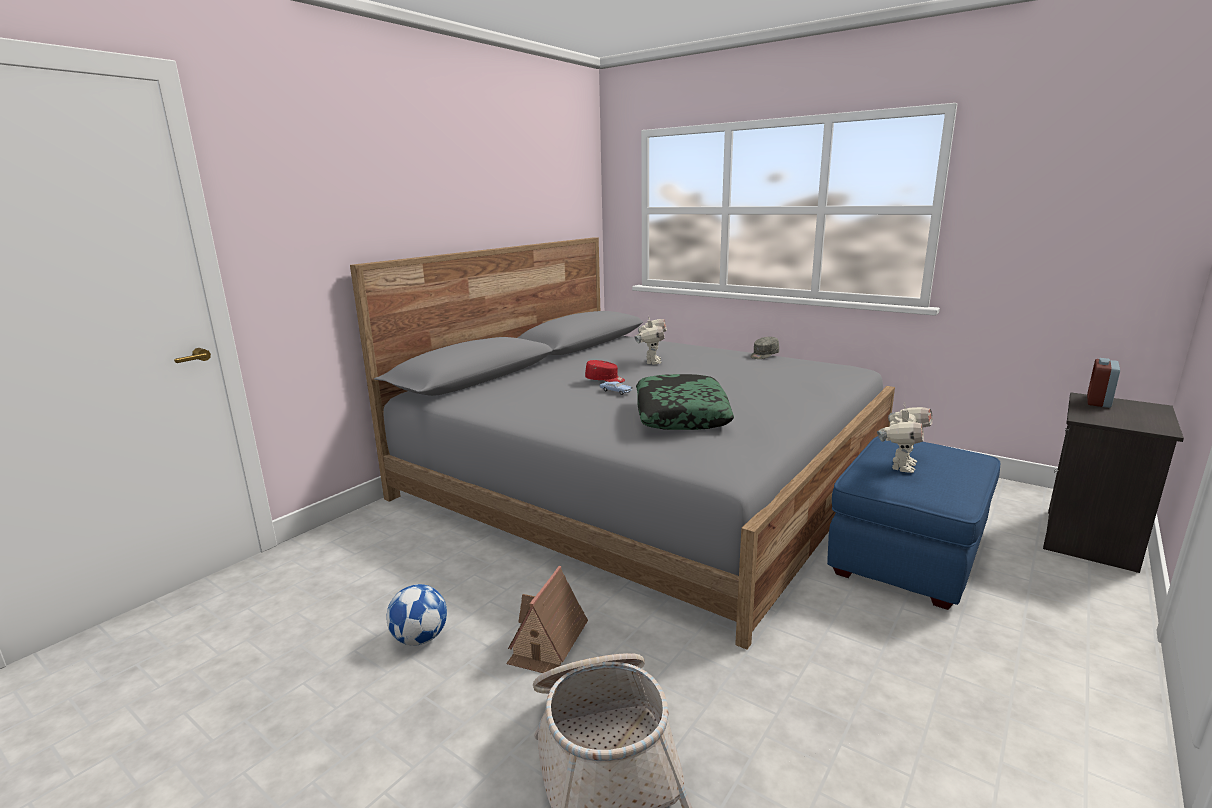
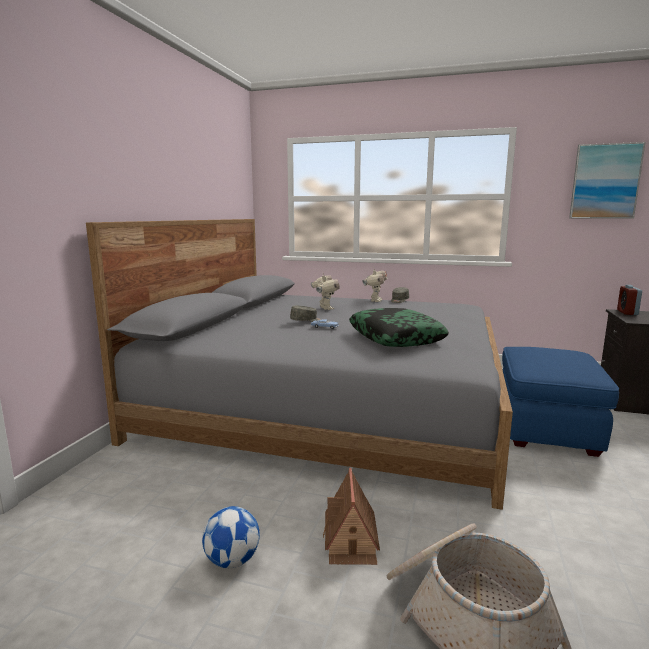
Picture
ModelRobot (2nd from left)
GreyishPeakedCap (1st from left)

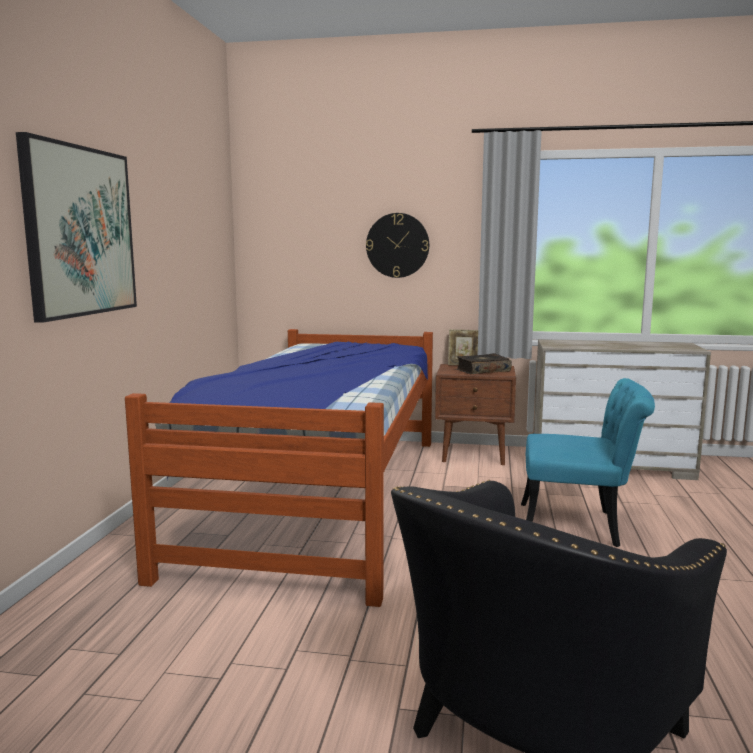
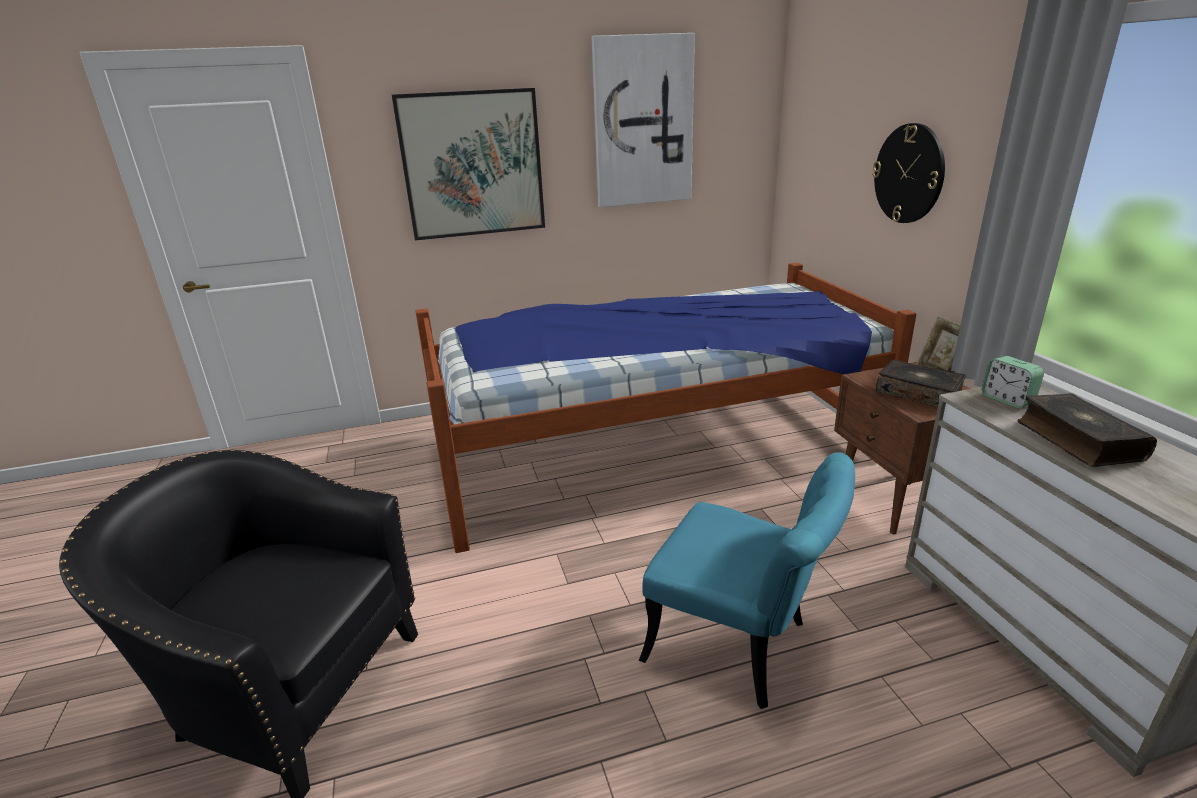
Picture (2nd from left)
AlarmClock
Book (2nd from left)
BlueGreenUprightChair

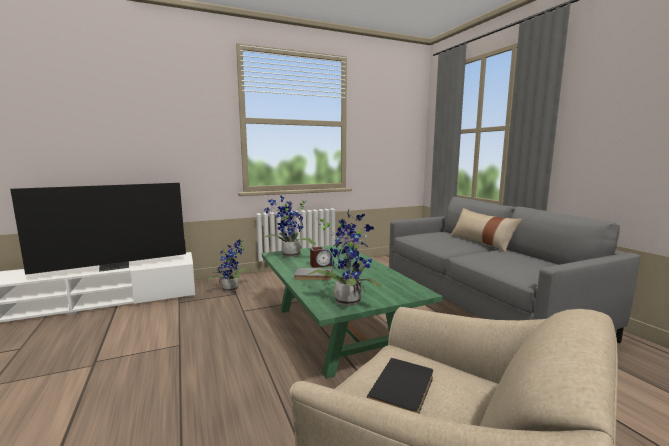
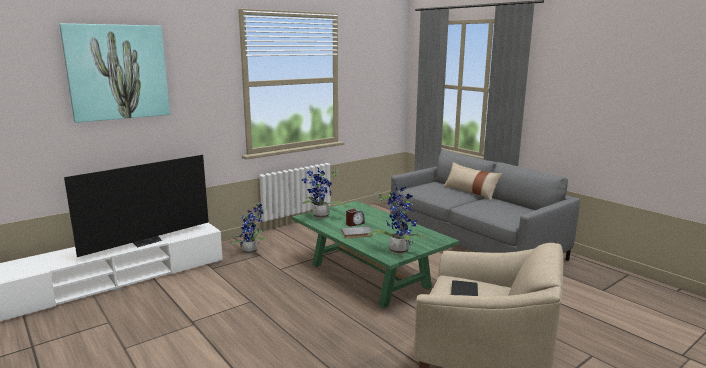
Picture

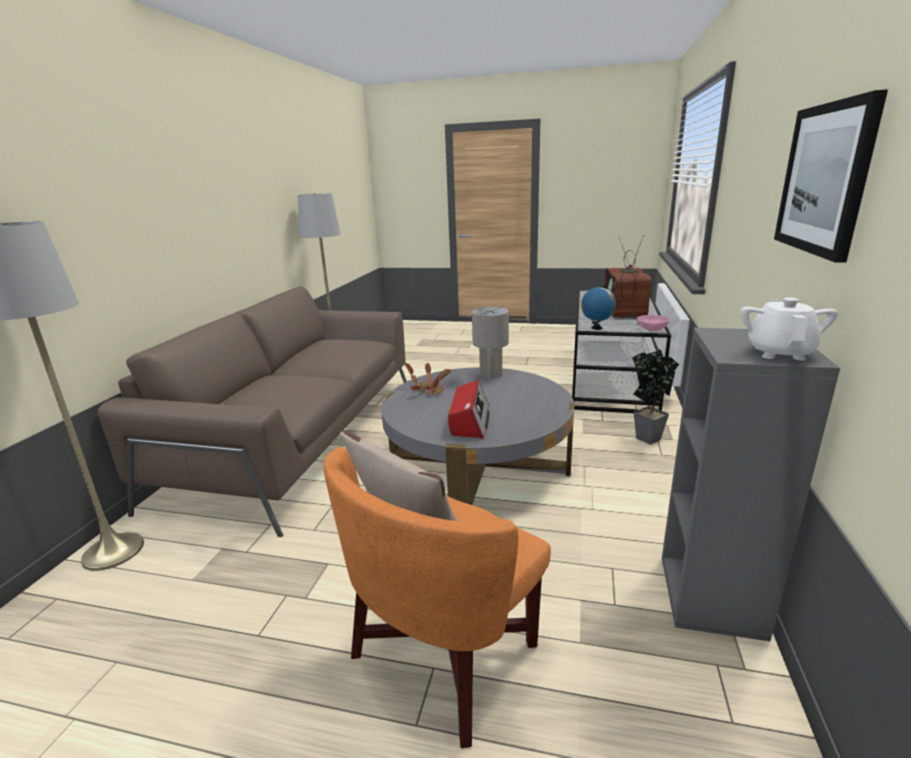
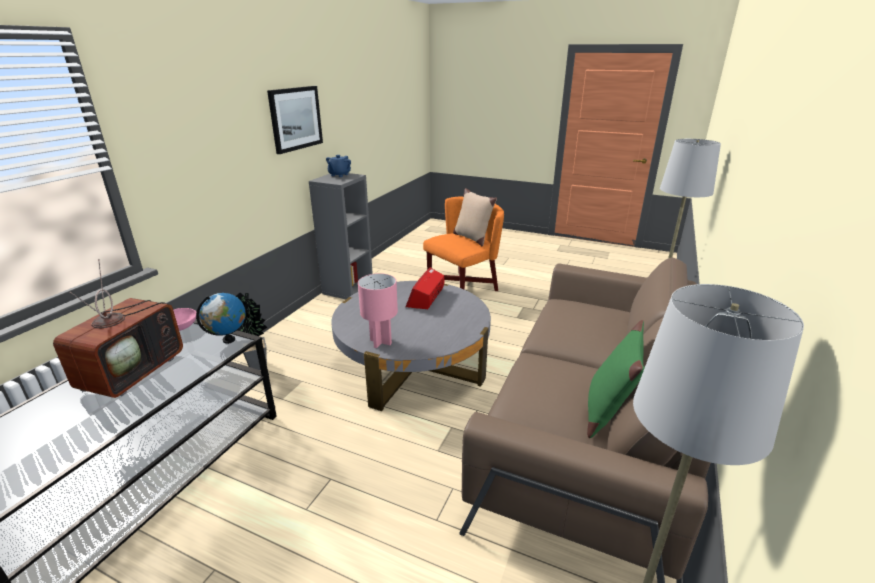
Houseplant (1st from left in the first image)
GreenColouredCushion
PinkishTabletopLamp
BluishTeaPot

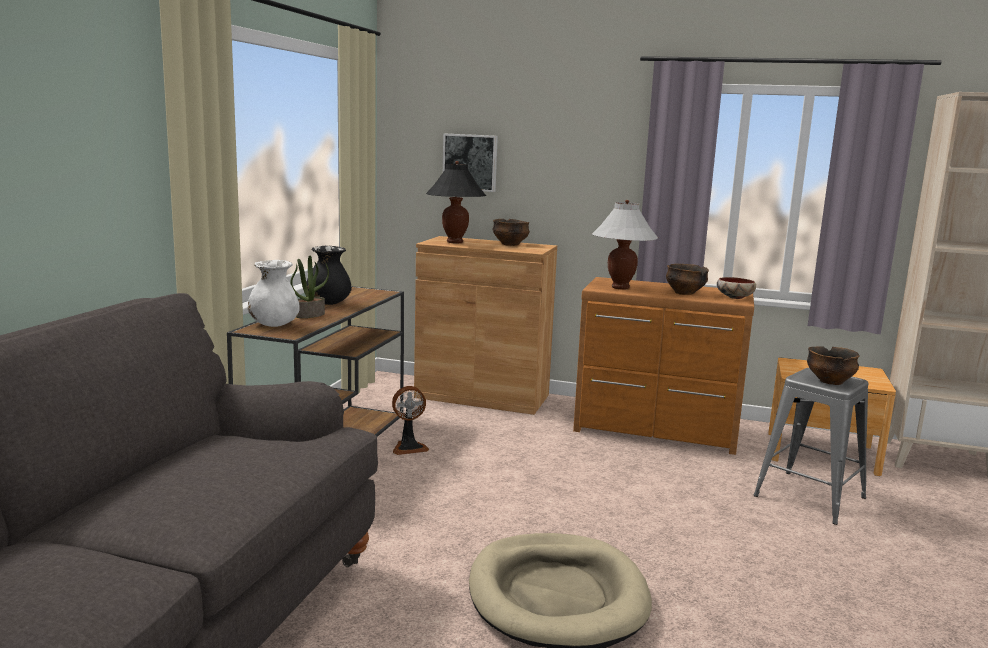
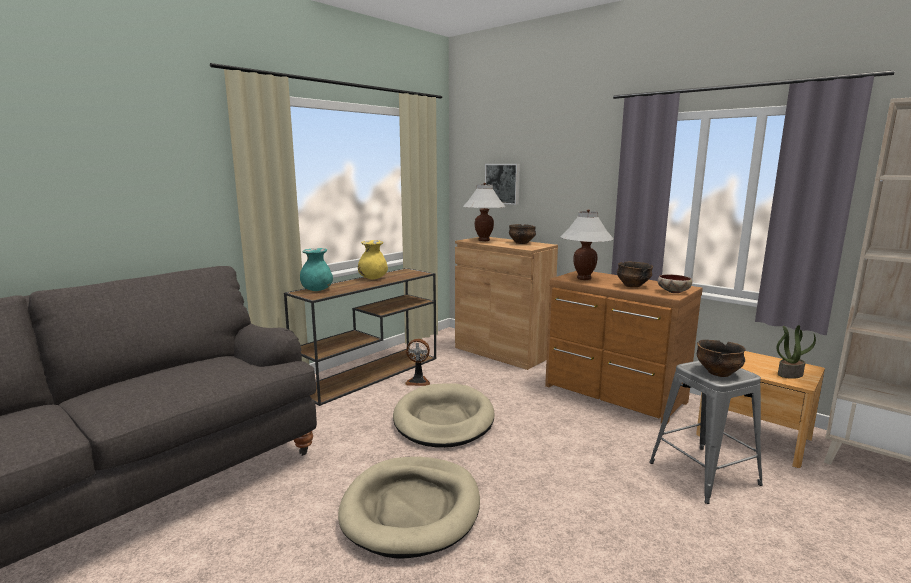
SandColouredDogCushion (2nd from left)
Houseplant
BlueGreenDecorativeVase
YellowColouredDecorativeVase
WhiteColouredTabletopLamp (1st from left)

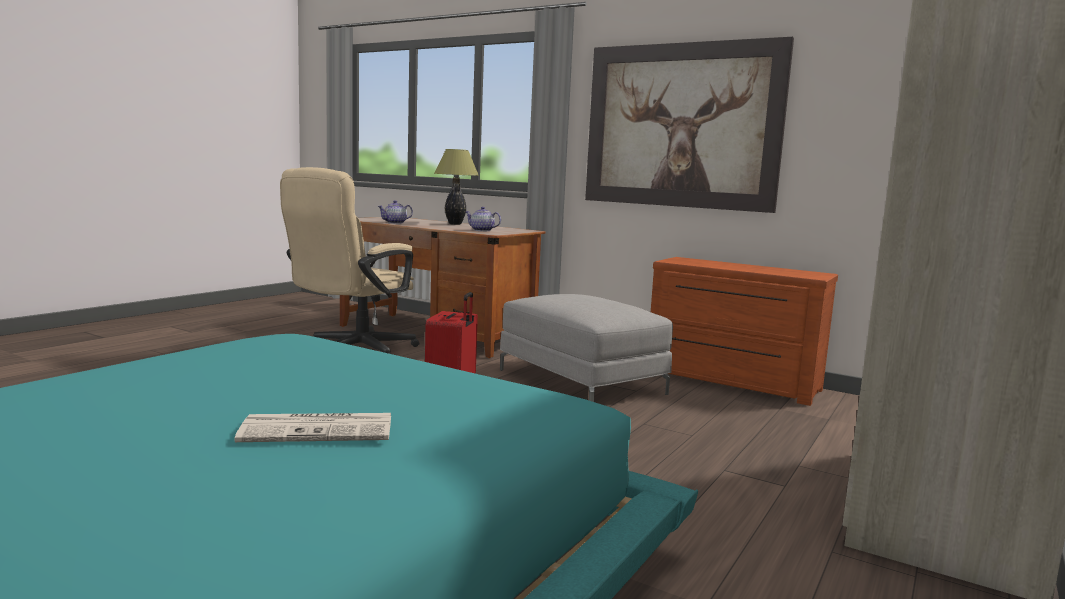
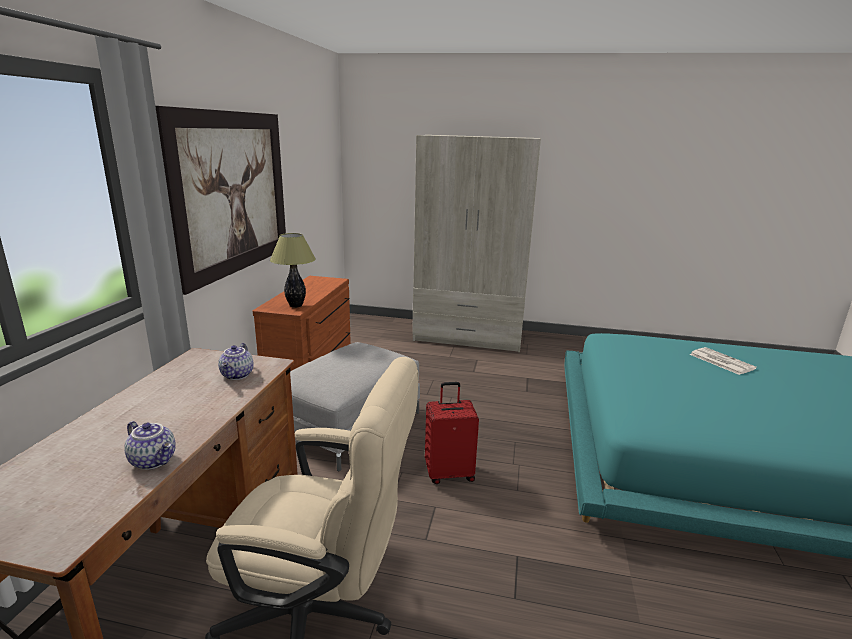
TabletopLamp

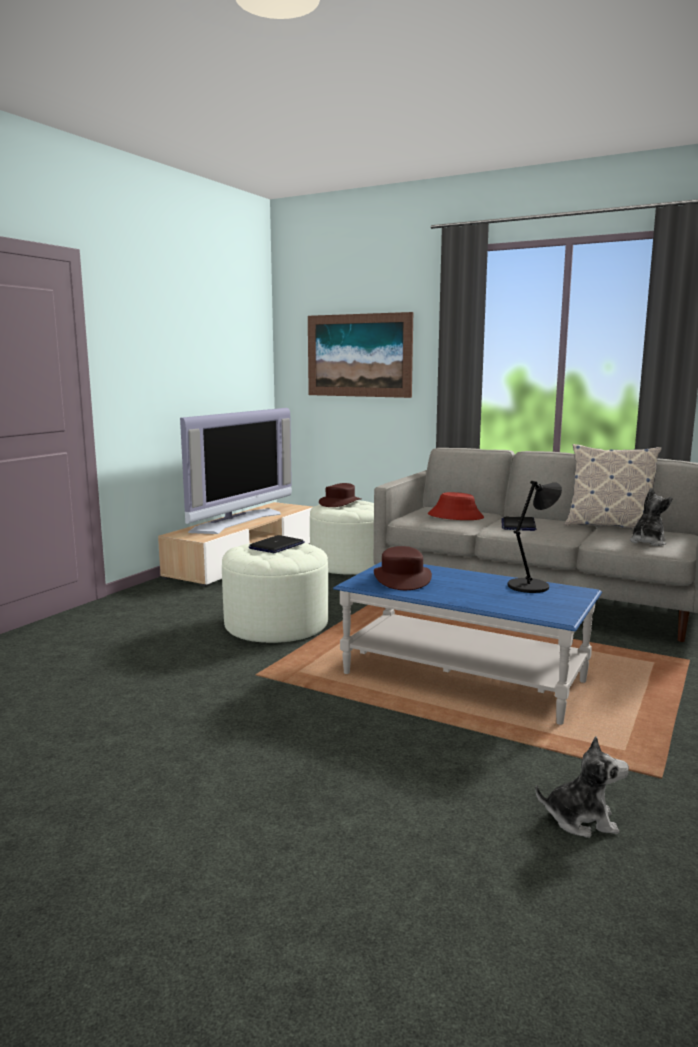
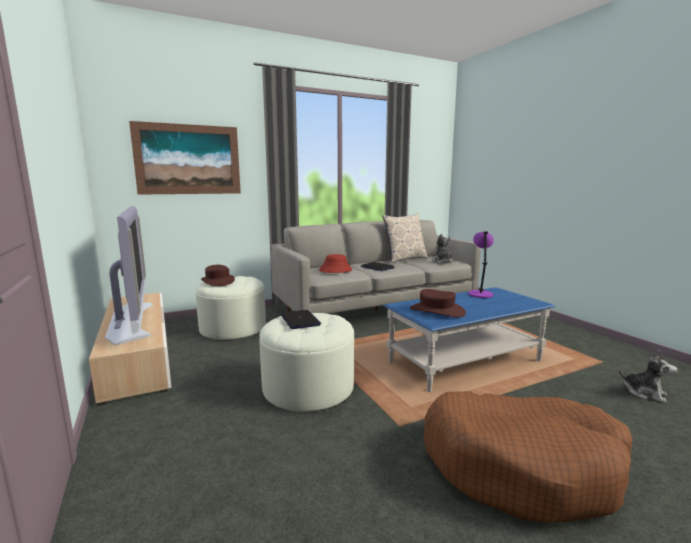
BrownDogCushion
PurpleColouredTabletopLamp
SoftToy (2nd from left)

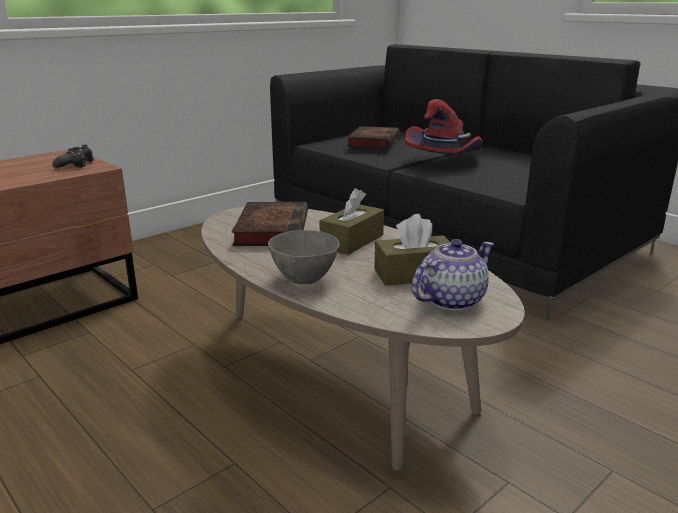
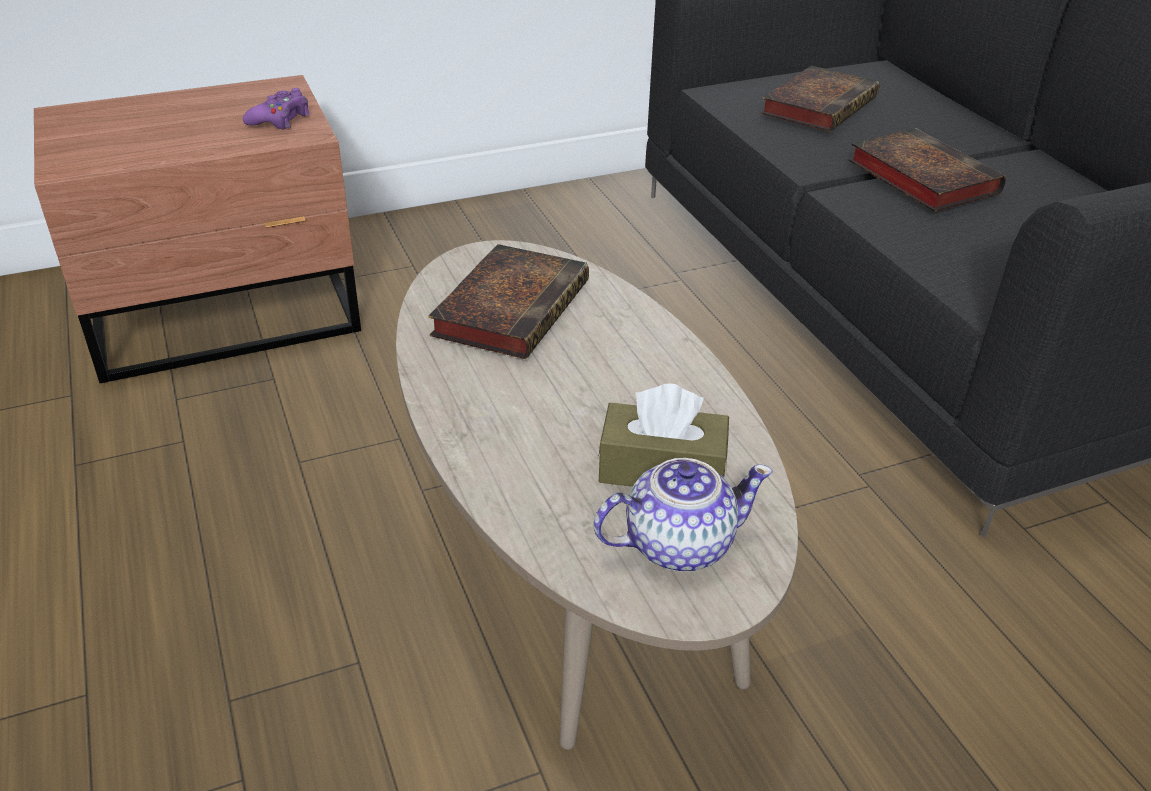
GreyishServingBowl
BrownTissueBox (1st from left in the first image)
Book (3rd from left)
PurpleColouredGamepad

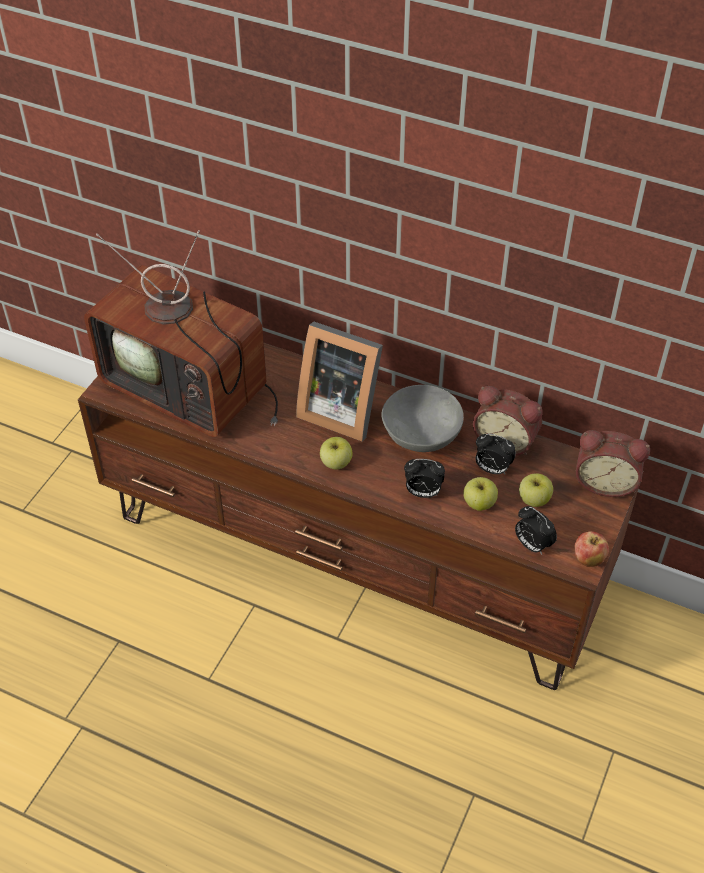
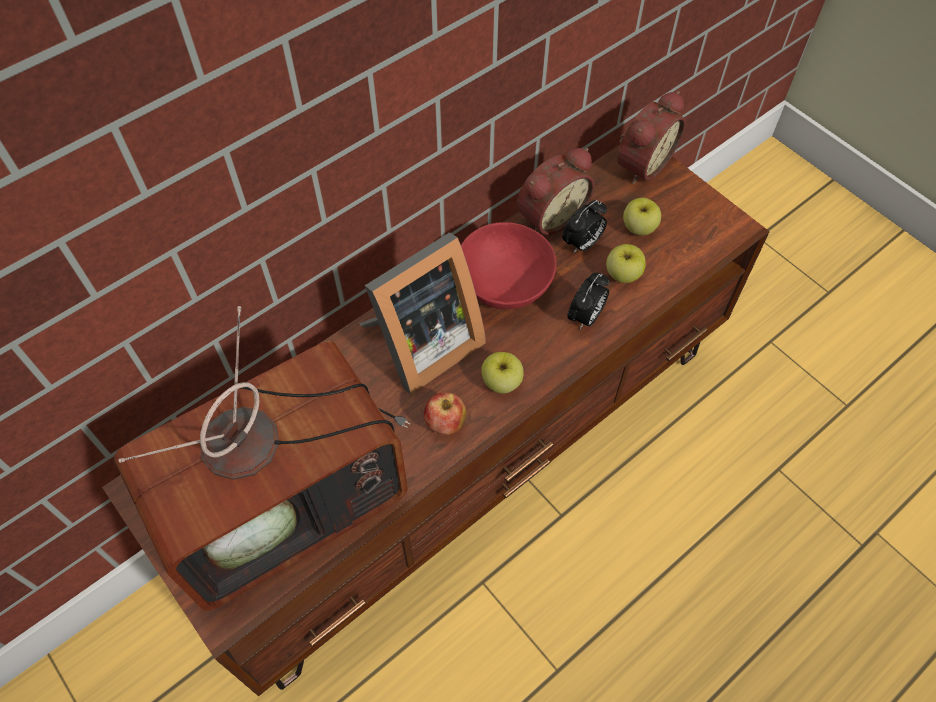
AlarmClock (4th from left in the first image)
AppleFruit (1st from left)
RedServingBowl

